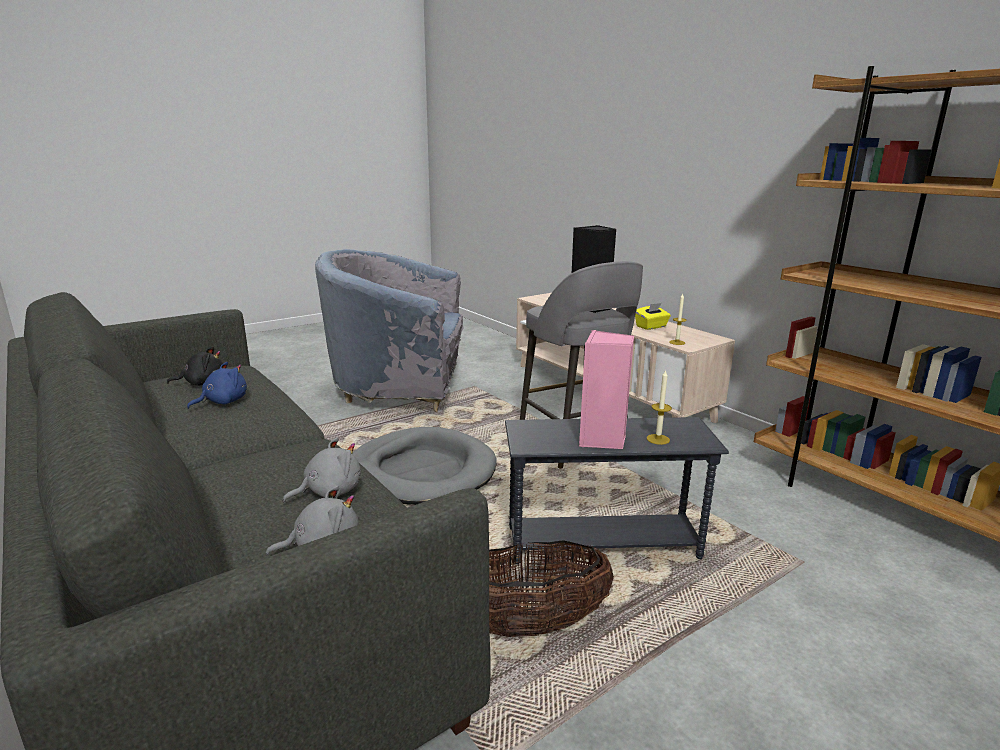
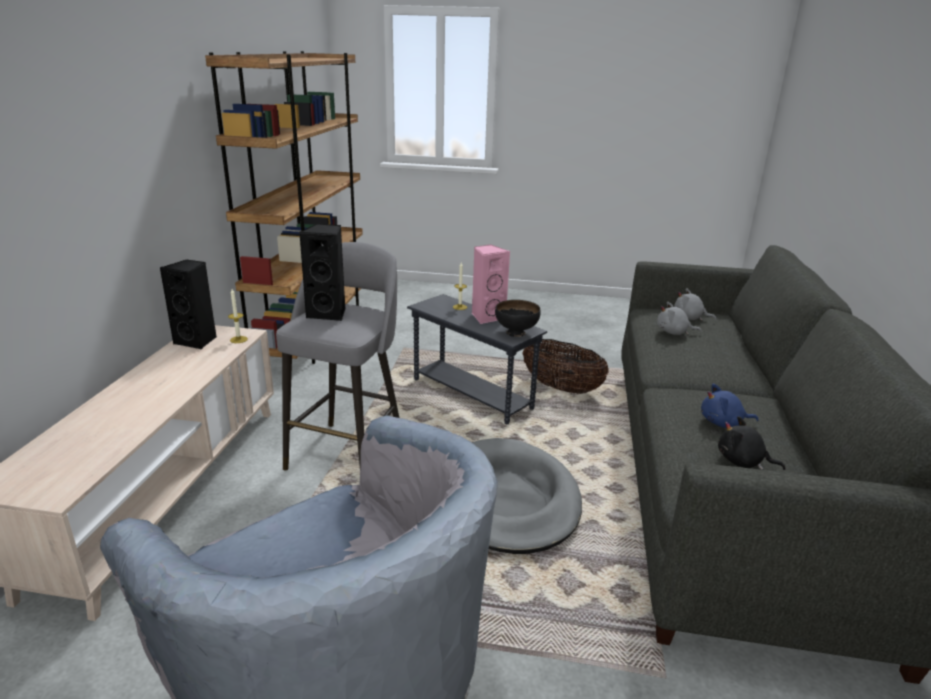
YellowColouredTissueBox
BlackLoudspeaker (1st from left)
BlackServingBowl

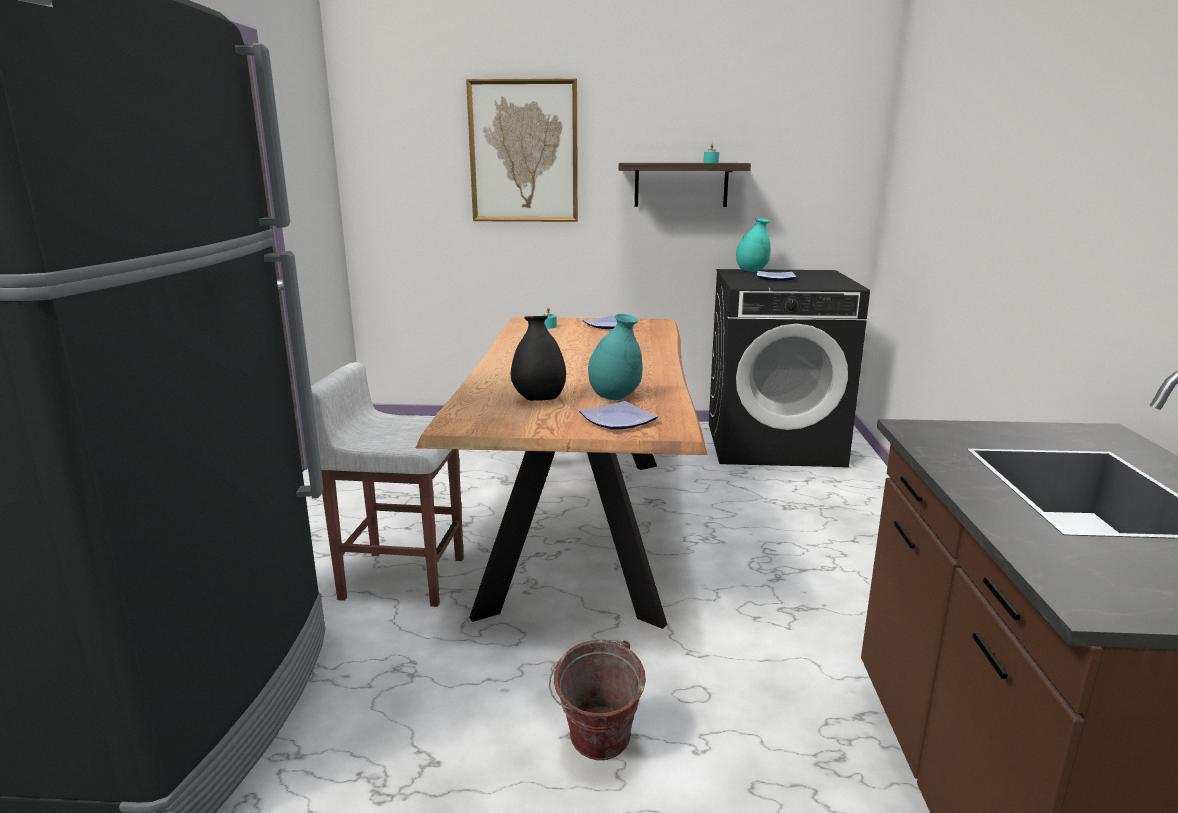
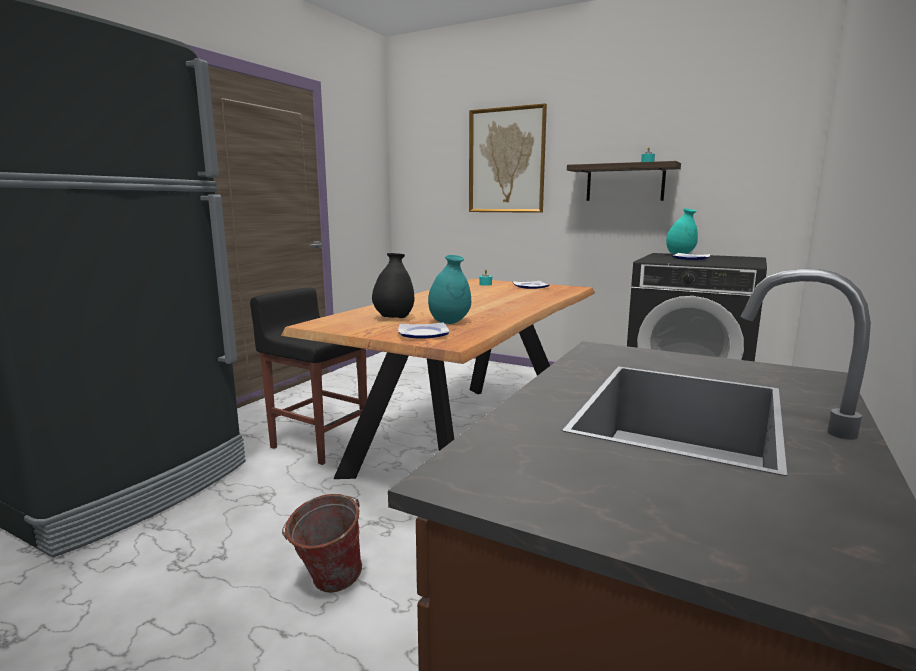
BlackStool

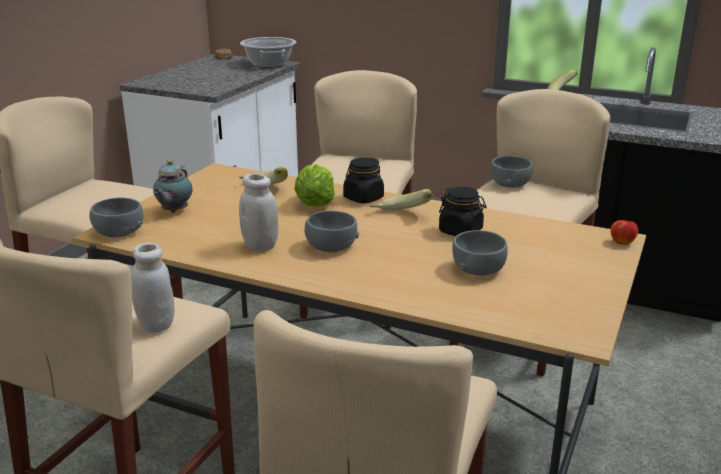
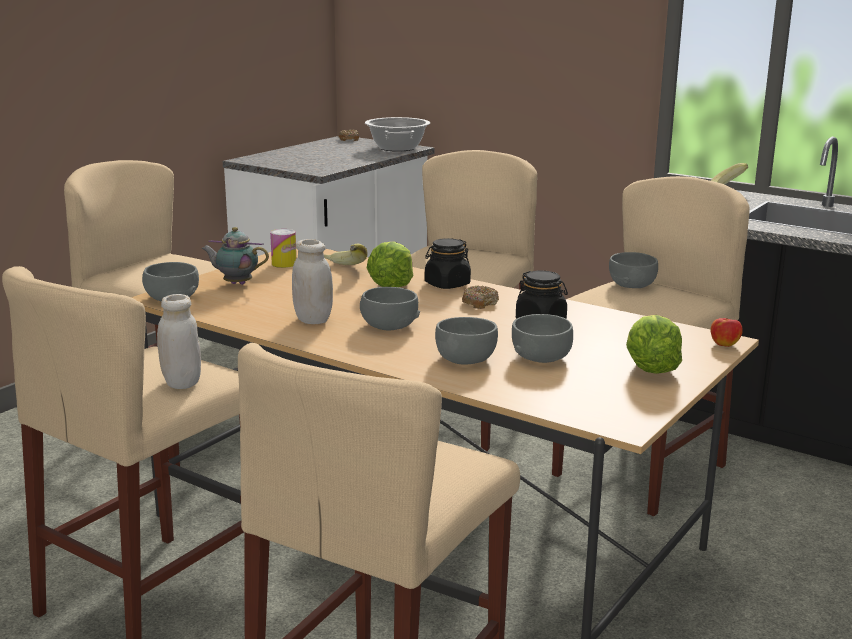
MetalCan
GreyishServingBowl (3rd from left)
LettuceHead (2nd from left)
Donut (2nd from left)
TeaPot

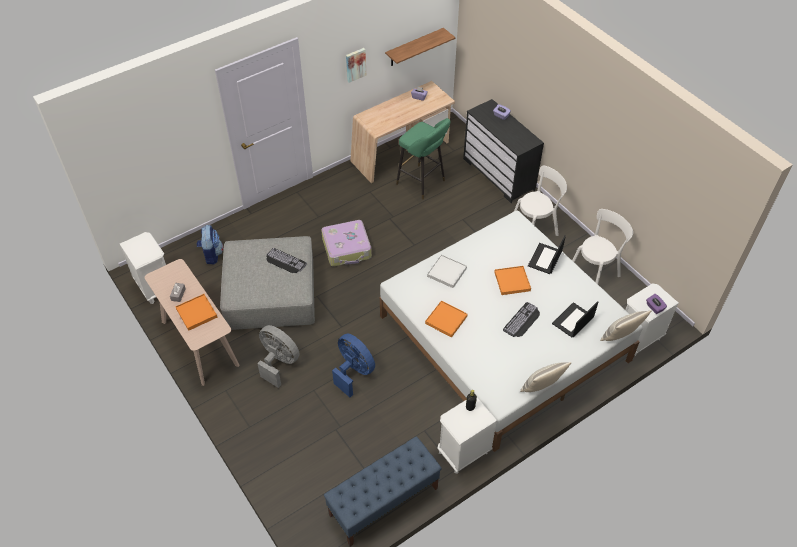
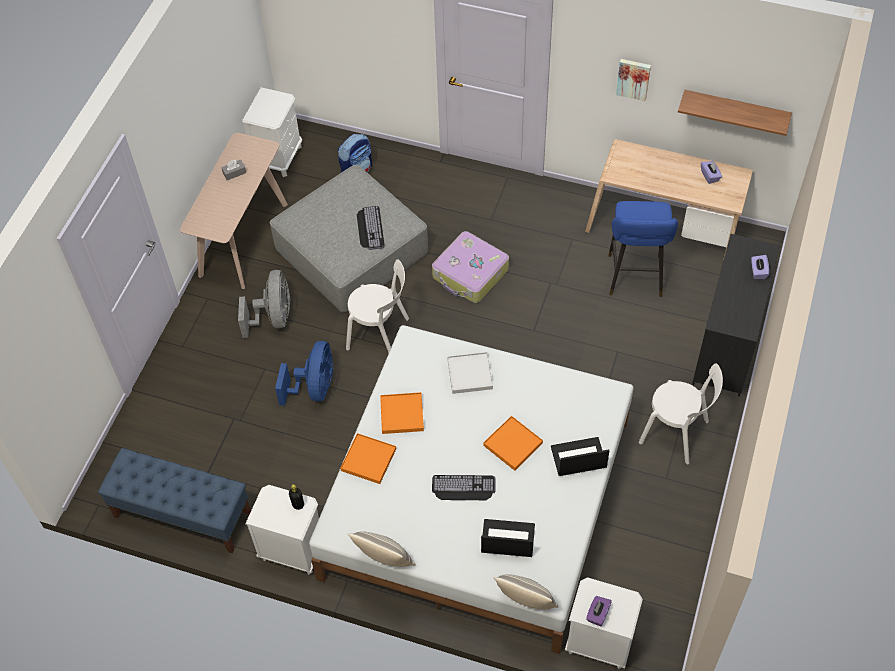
OrangeCarryingTray (1st from left)
WhiteColouredUprightChair (1st from left)
BluishStool

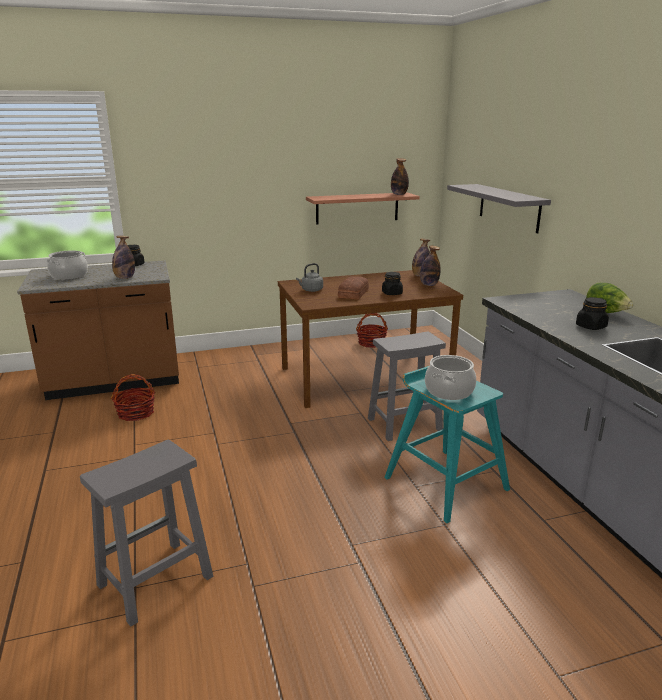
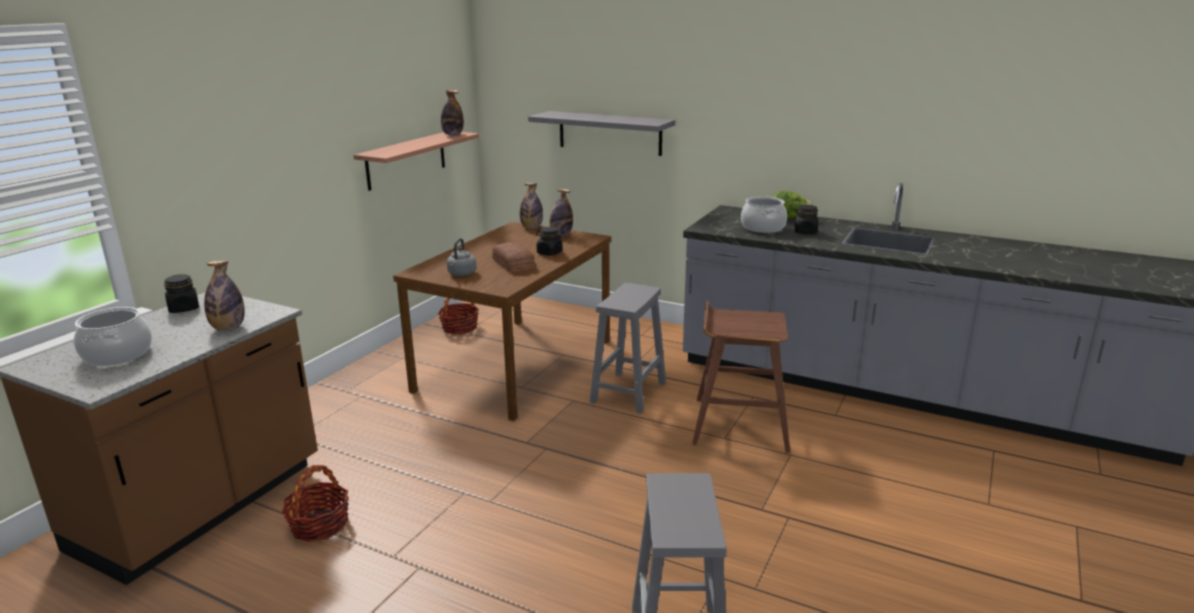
Saucepot (2nd from left)
BrownStool

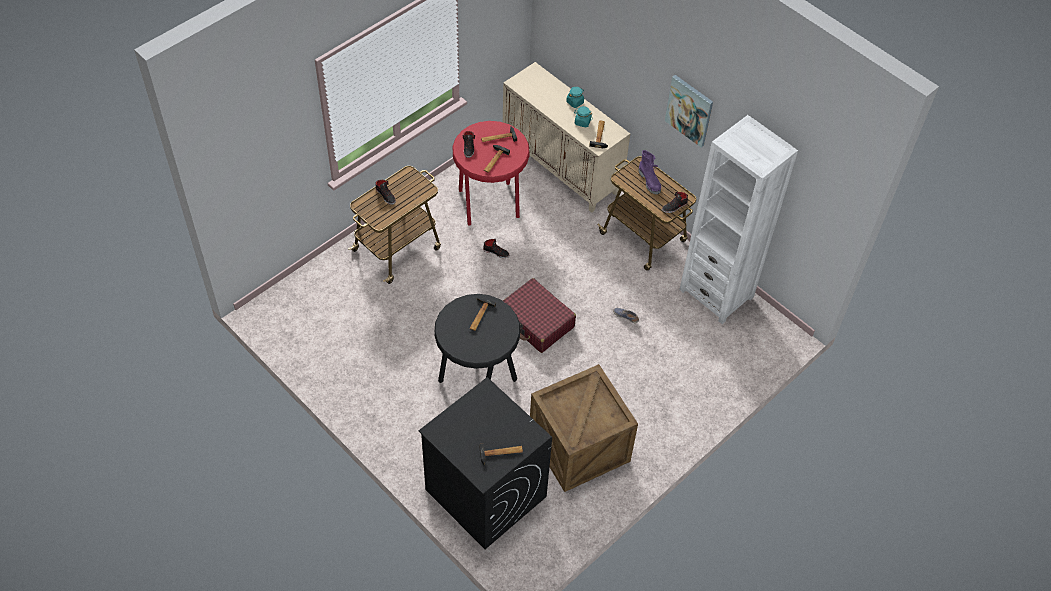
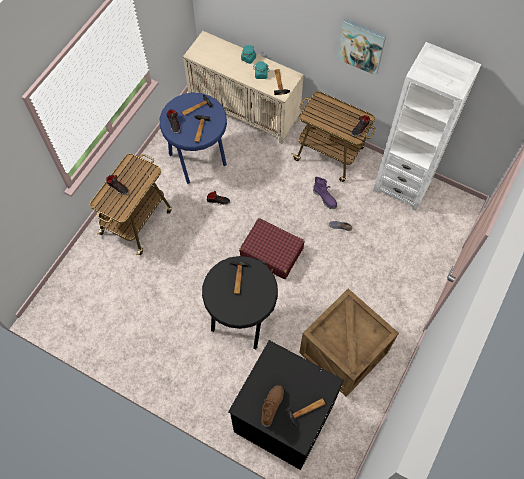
BrownTallBoot
PurpleColouredTallBoot
BluishStool

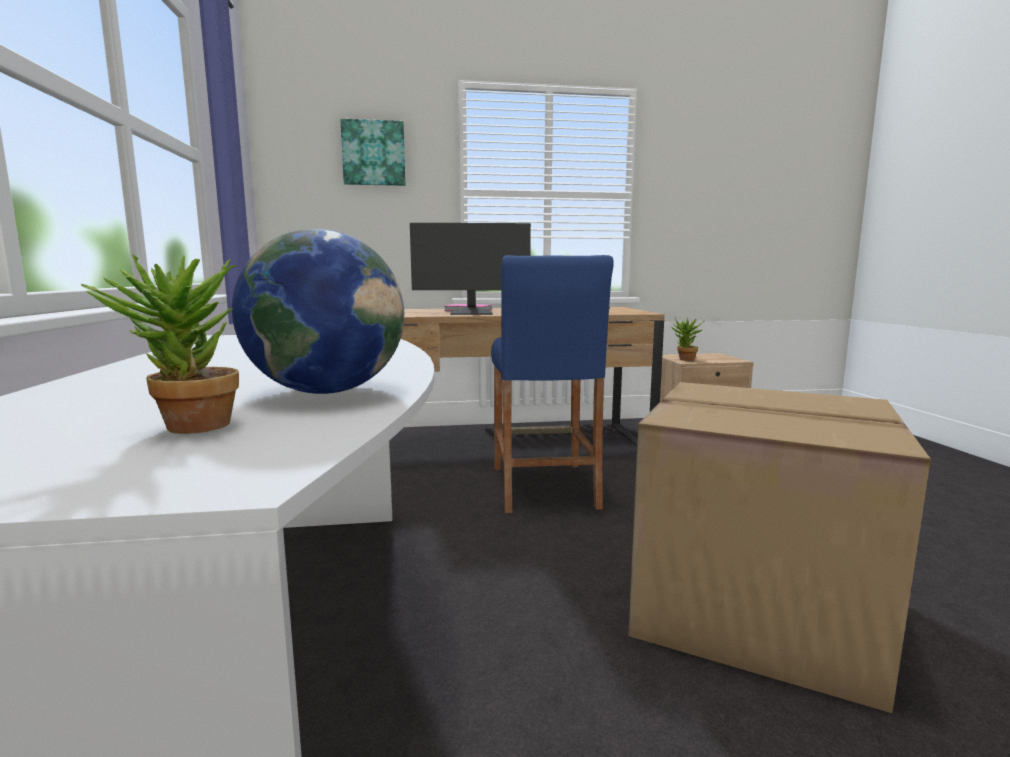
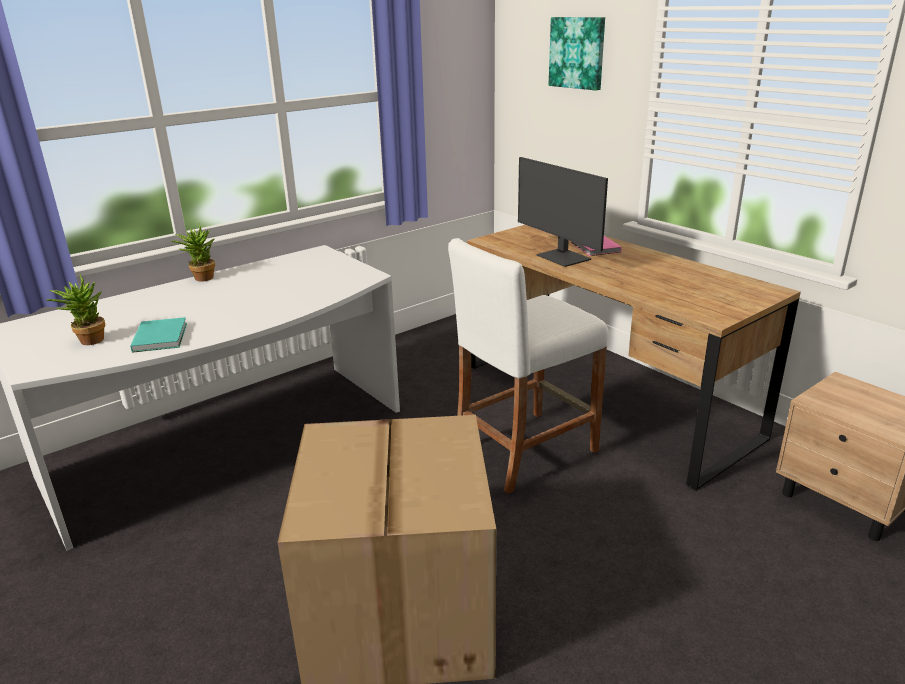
Houseplant (2nd from left)
BlueGreenBook
WhiteColouredStool

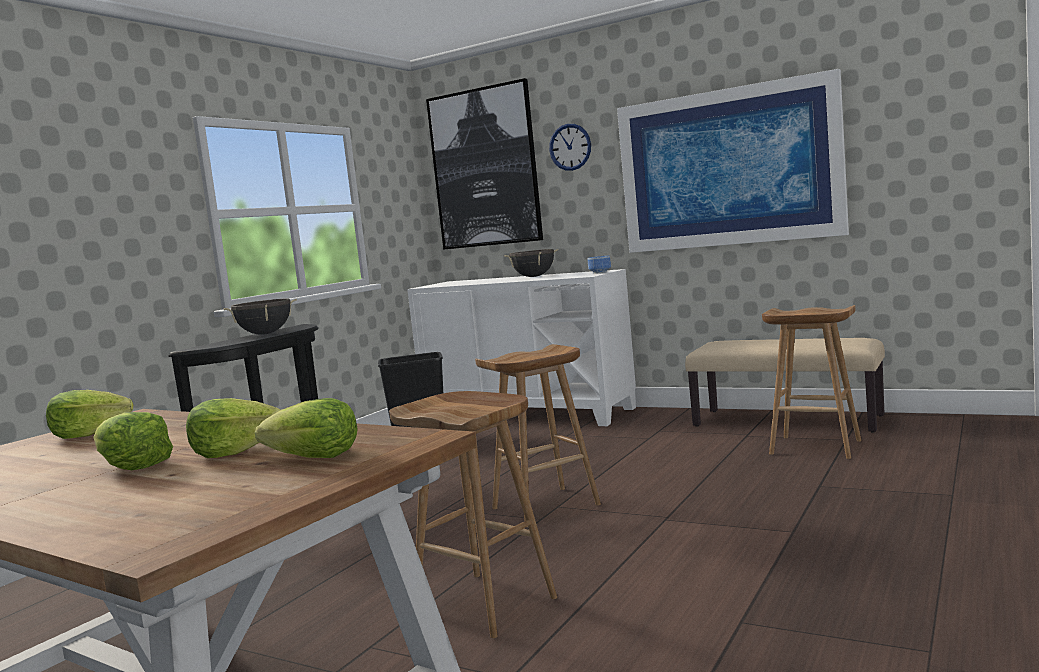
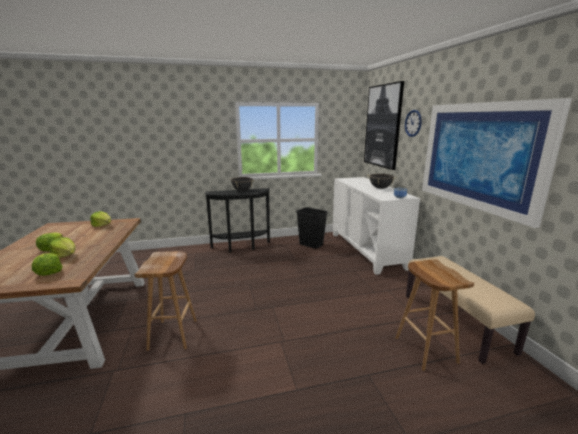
BrownStool (2nd from left in the first image)

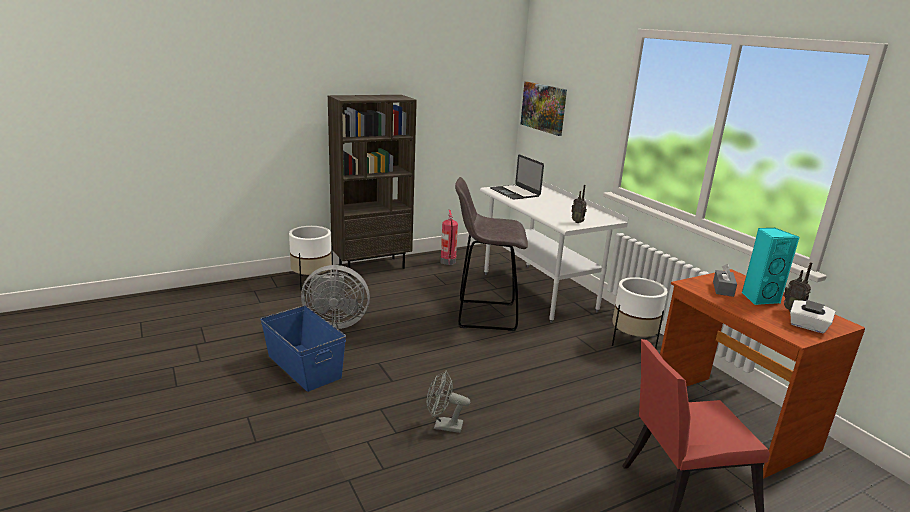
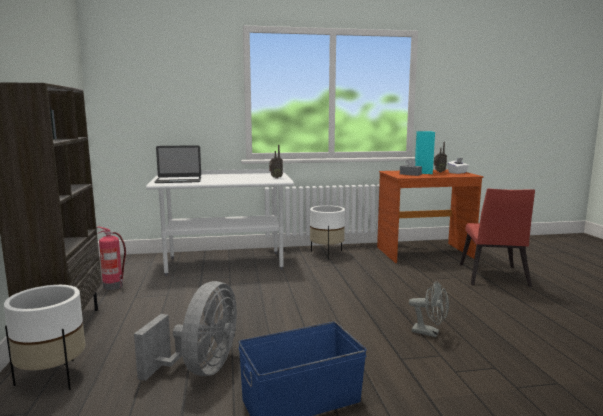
GreyishStool
Picture
GreyishCoolingFan (2nd from left)

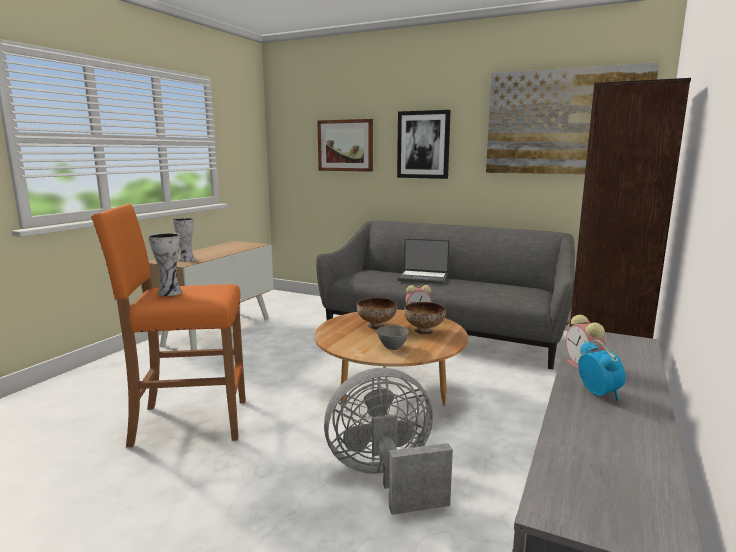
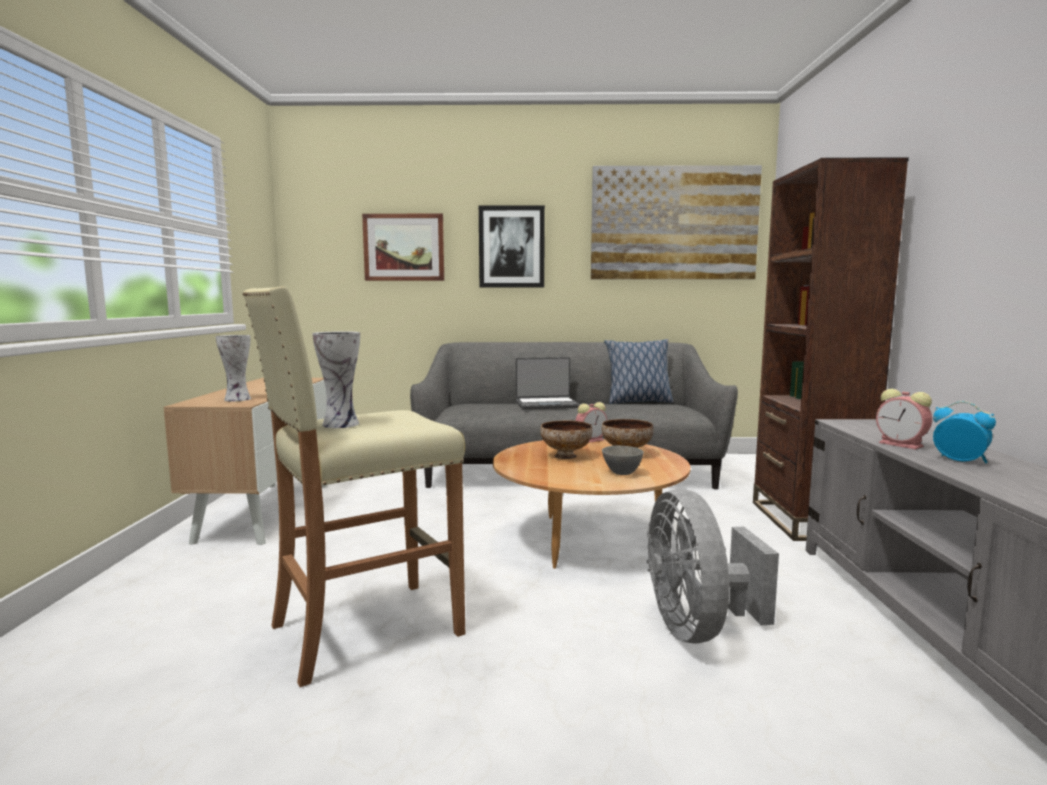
Cushion
SandColouredStool
GreyishCoolingFan

